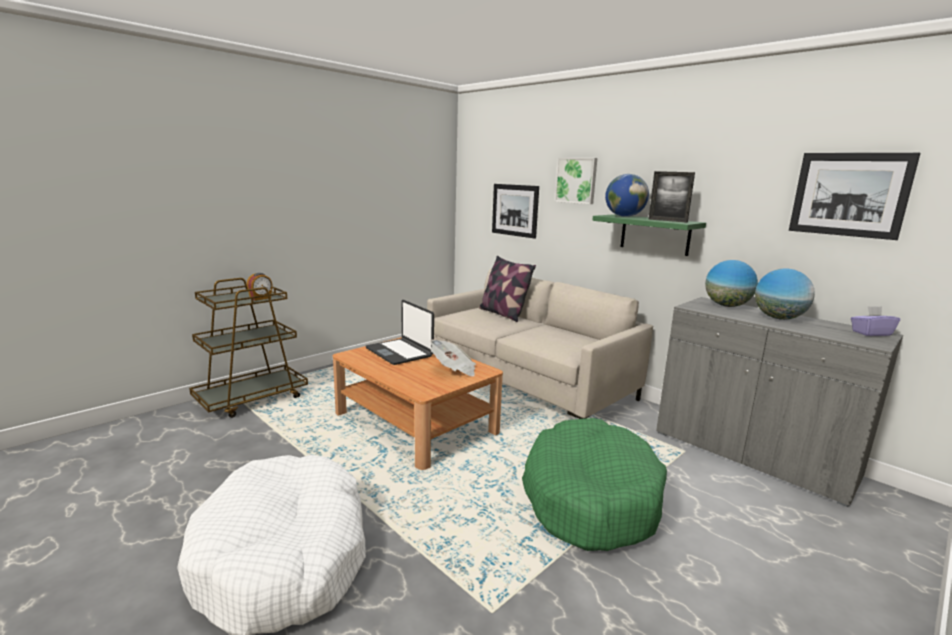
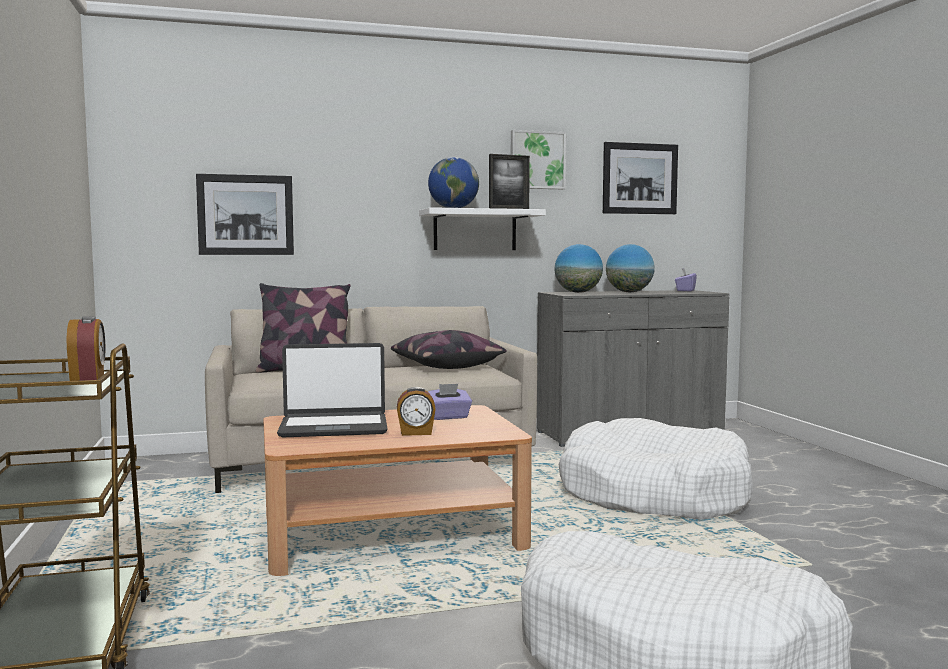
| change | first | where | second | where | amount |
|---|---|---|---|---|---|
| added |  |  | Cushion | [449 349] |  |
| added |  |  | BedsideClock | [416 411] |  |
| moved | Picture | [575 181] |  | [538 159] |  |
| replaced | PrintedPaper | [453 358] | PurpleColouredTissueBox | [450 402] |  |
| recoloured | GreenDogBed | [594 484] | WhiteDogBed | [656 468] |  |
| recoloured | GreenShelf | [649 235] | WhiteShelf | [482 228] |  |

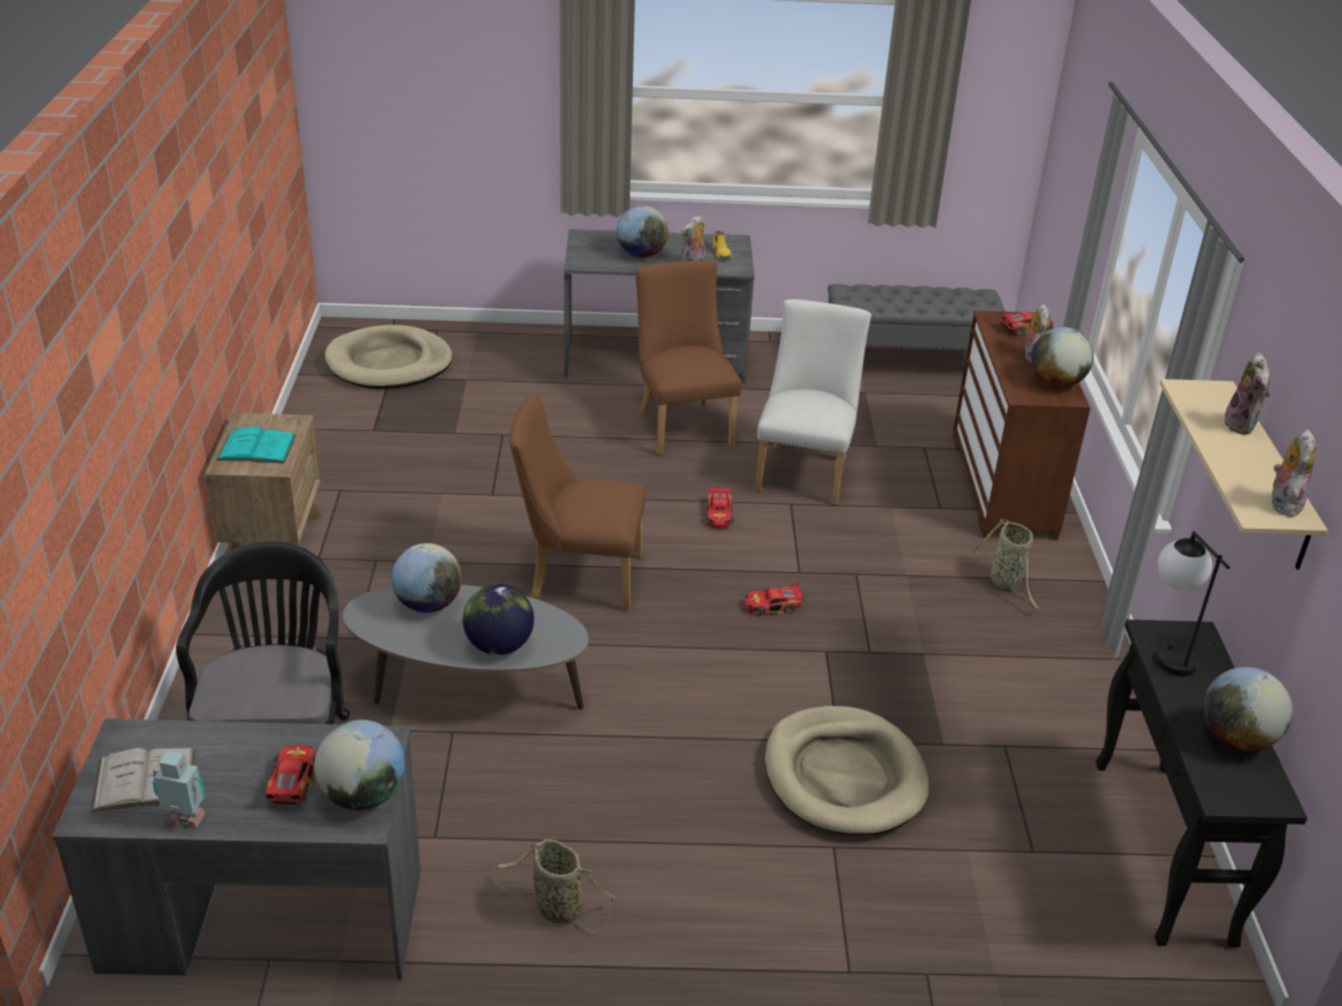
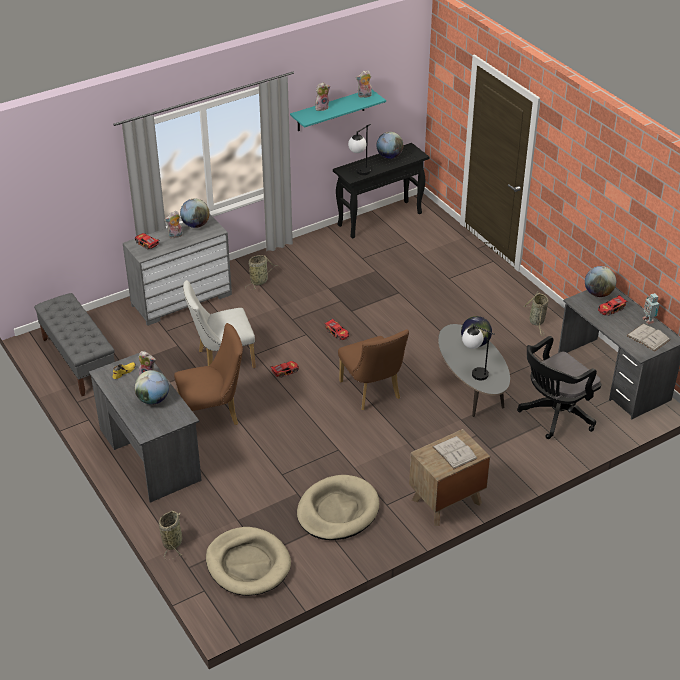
| change | first | where | second | where | amount |
|---|---|---|---|---|---|
| added |  |  | Basket | [170 534] |  |
| moved | SandColouredDogBed | [847 770] |  | [338 507] |  |
| replaced | DeskGlobe | [426 578] | TableLamp | [478 352] |  |
| recoloured | TurquoiseBoundBook | [256 445] | WhiteBoundBook | [455 452] |  |
| recoloured | BrownDrawerChest | [1021 425] | GrayDrawerChest | [177 270] |  |
| recoloured | SandColouredShelf | [1243 474] | TurquoiseShelf | [338 110] |  |
| turned | BrownChair | [689 357] |  | [208 374] | 150 degrees counterclockwise |

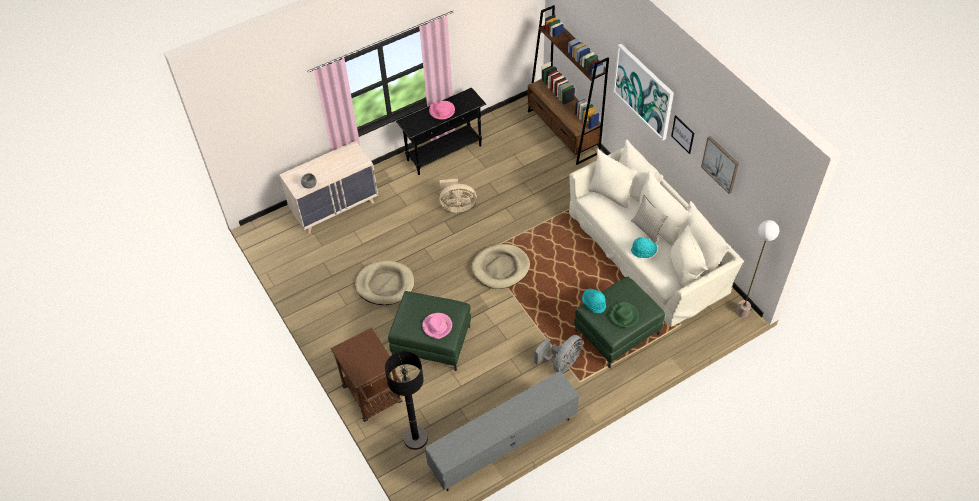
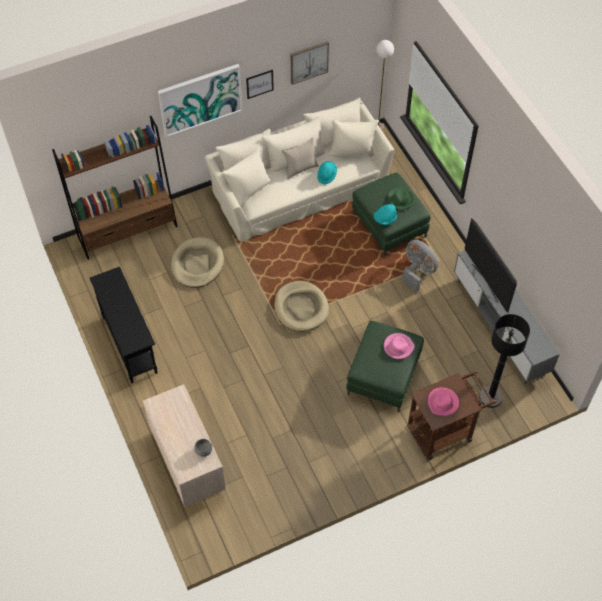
| change | first | where | second | where | amount |
|---|---|---|---|---|---|
| removed | SandColouredElectricFan | [458 195] |  |  |  |
| added |  |  | Television | [491 265] |  |
| moved | SandColouredDogBed | [384 283] |  | [197 262] |  |
| moved | PinkishHat | [442 110] |  | [443 402] |  |

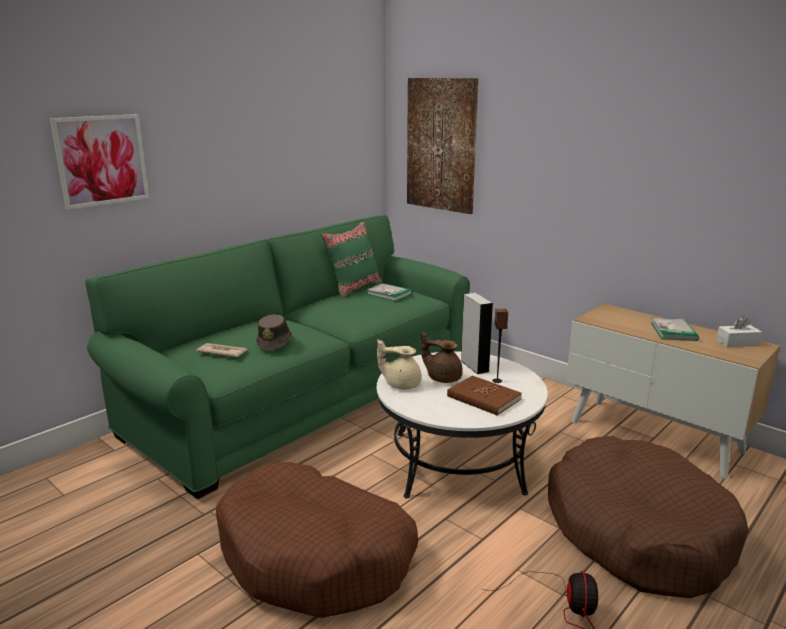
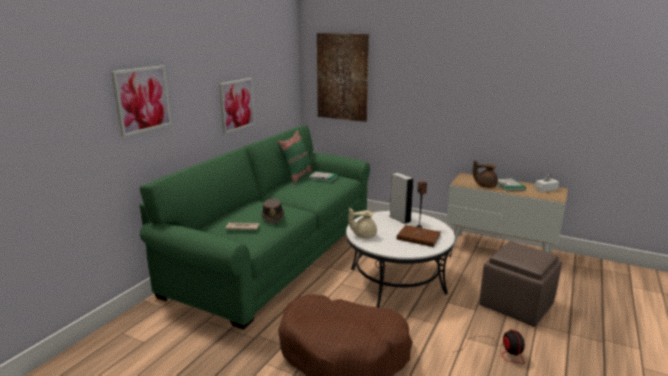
| change | first | where | second | where | amount |
|---|---|---|---|---|---|
| added |  |  | Picture | [237 106] |  |
| moved | BrownTeapot | [442 357] |  | [485 174] |  |
| replaced | BrownDogBed | [648 517] | BrownPouffe | [520 284] |  |

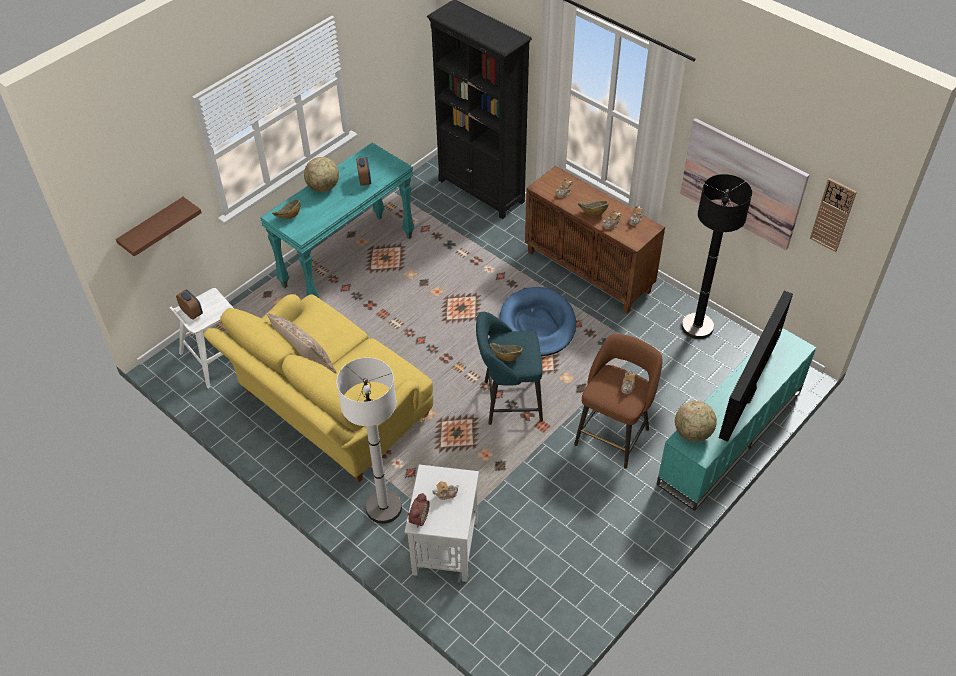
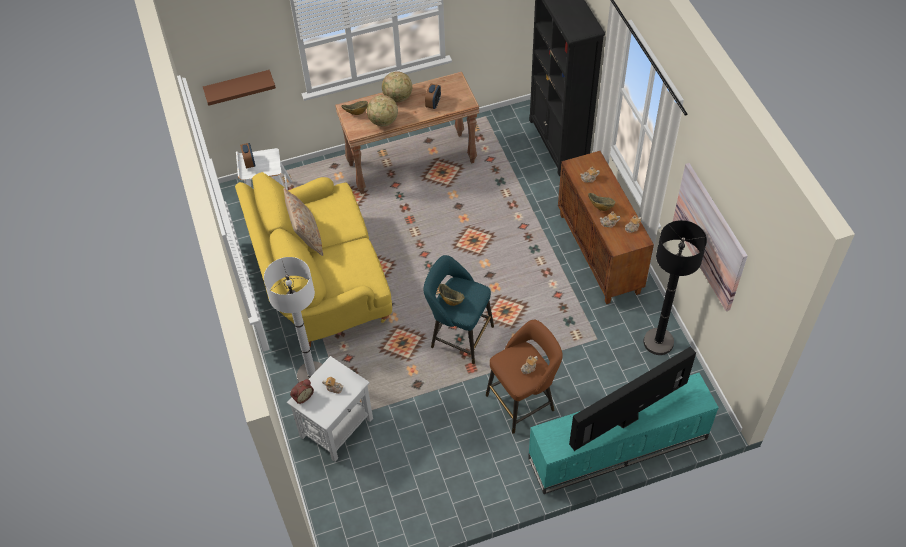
| change | first | where | second | where | amount |
|---|---|---|---|---|---|
| removed | BluishDogBed | [537 321] |  |  |  |
| removed | WallClock | [833 215] |  |  |  |
| moved | DeskGlobe | [696 421] |  | [382 110] |  |
| recoloured | TurquoiseHallTable | [337 220] | BrownHallTable | [407 133] |  |

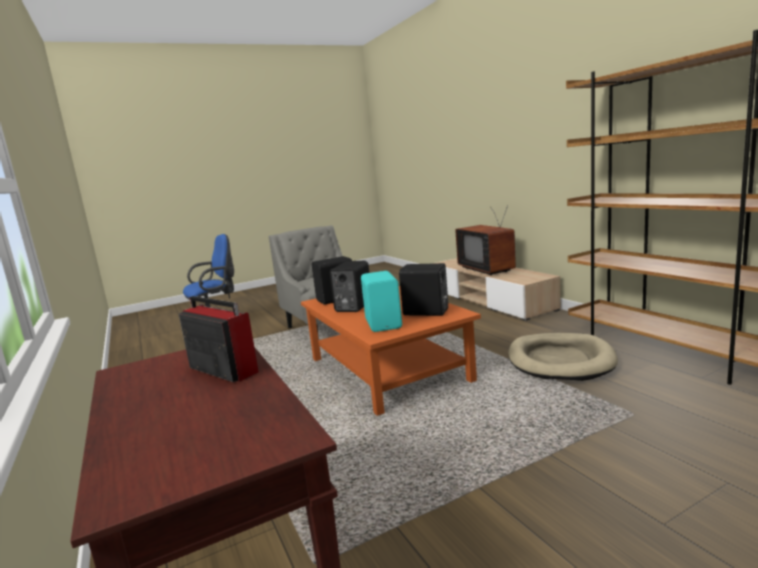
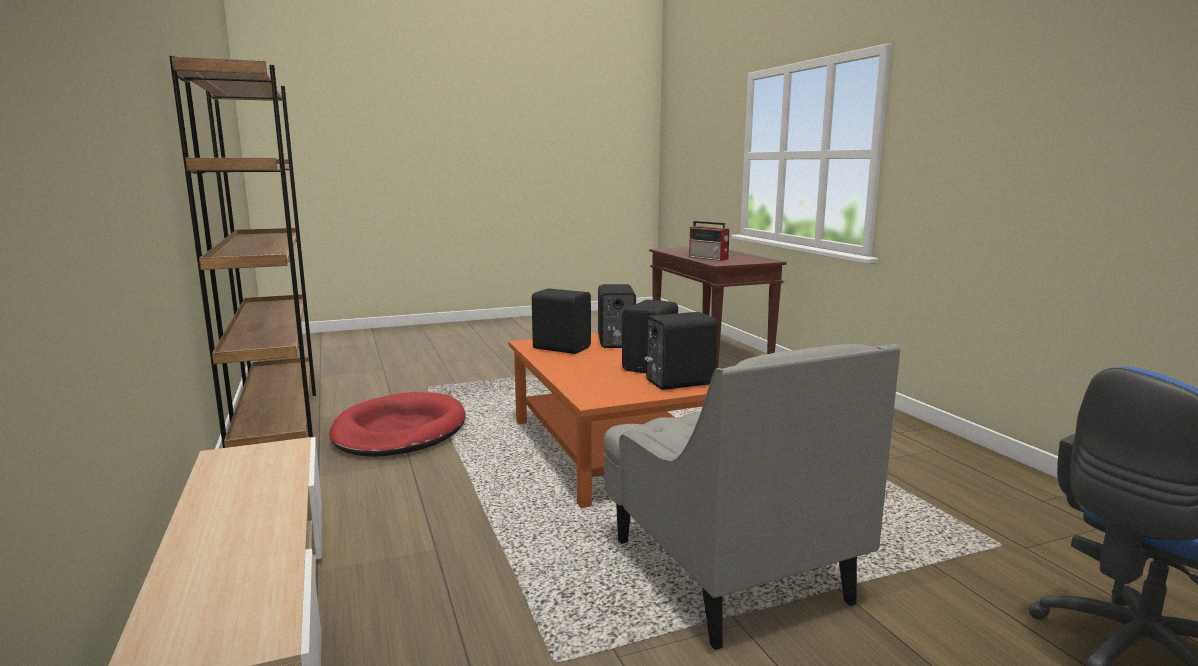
| change | first | where | second | where | amount |
|---|---|---|---|---|---|
| removed | Television | [485 240] |  |  |  |
| recoloured | TurquoiseLoudspeaker | [381 301] | BlackColouredLoudspeaker | [617 316] |  |
| recoloured | SandColouredDogBed | [563 357] | RedDogBed | [397 424] |  |

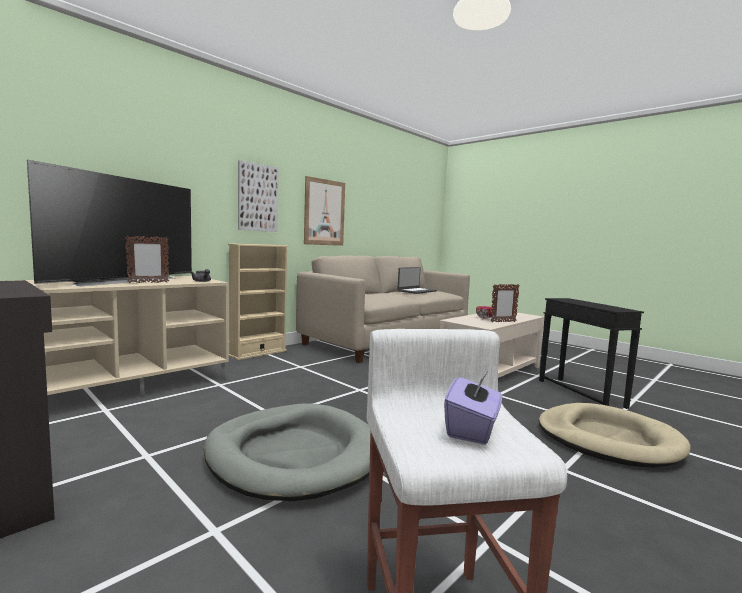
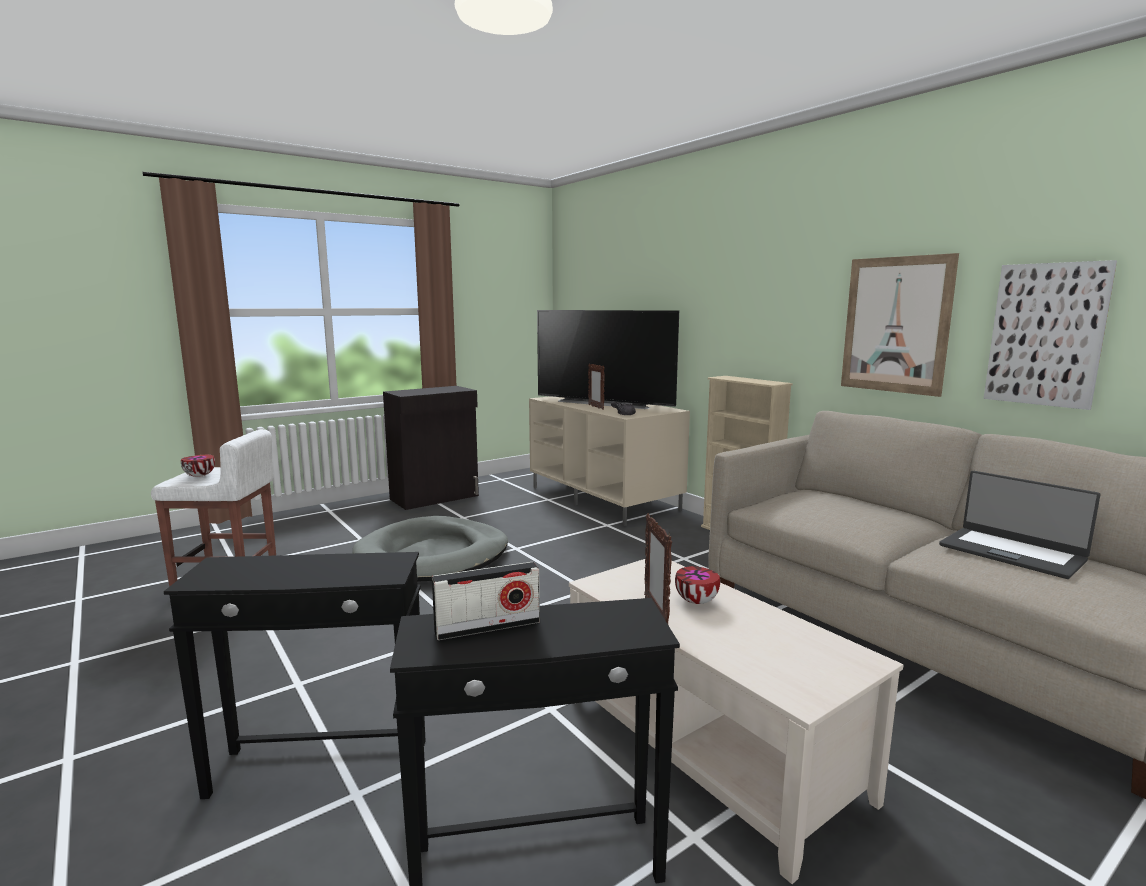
| change | first | where | second | where | amount |
|---|---|---|---|---|---|
| added |  |  | RadioSet | [486 601] |  |
| moved | Picture | [258 196] |  | [1050 335] |  |
| replaced | PurpleColouredTissueBox | [473 408] | ServingBowl | [198 466] |  |
| replaced | SandColouredDogBed | [614 435] | BlackColouredSideTable | [294 675] |  |

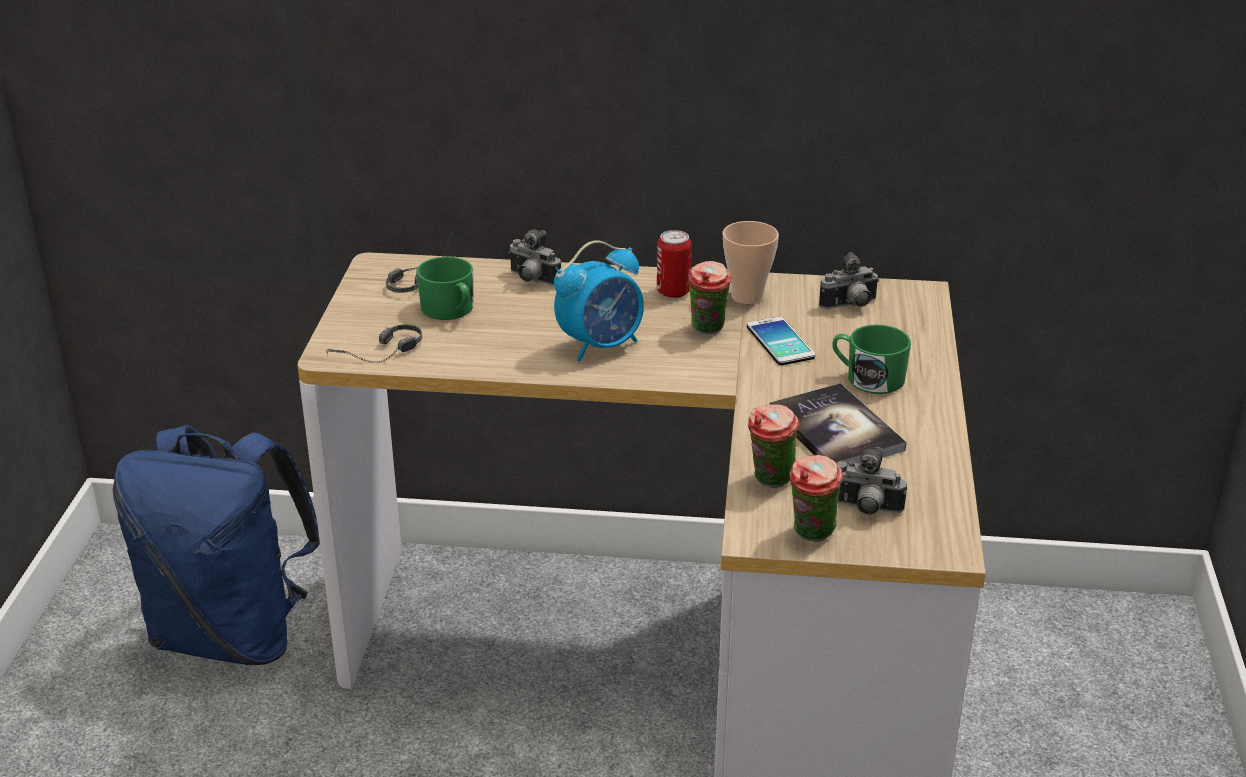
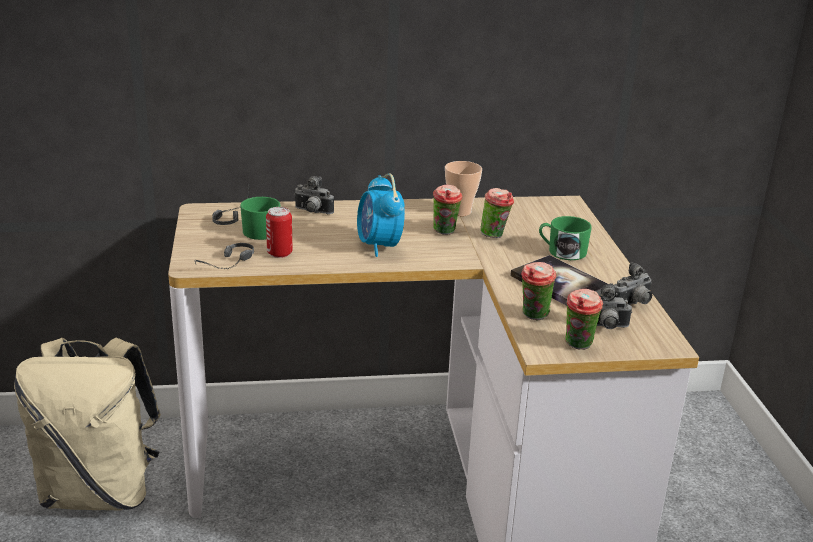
| change | first | where | second | where | amount |
|---|---|---|---|---|---|
| moved | Can | [674 264] |  | [279 232] |  |
| moved | PhotoCamera | [849 280] |  | [633 283] |  |
| replaced | Telephone | [781 341] | Cup | [497 213] |  |
| recoloured | BluishBackpack | [216 545] | SandColouredBackpack | [87 424] |  |
| turned | BedsideClock | [599 301] |  | [381 215] | 120 degrees clockwise |

